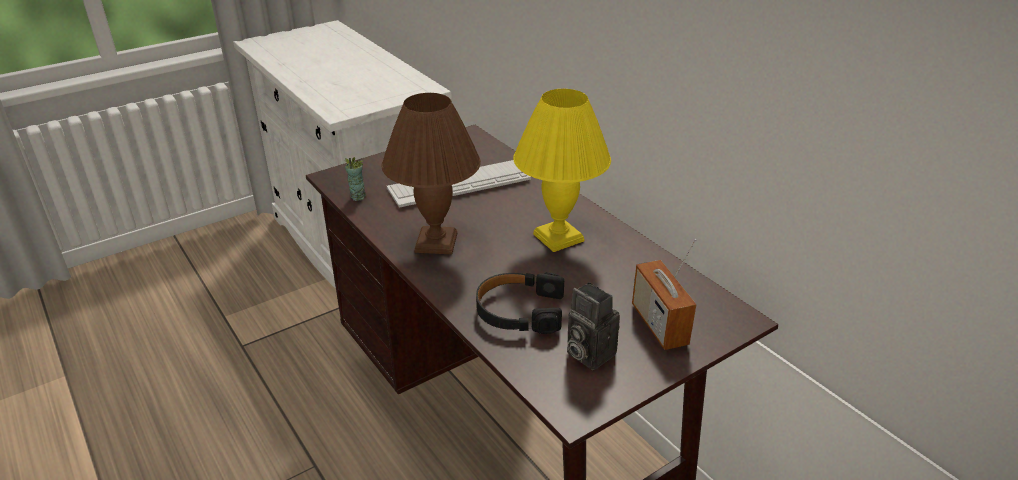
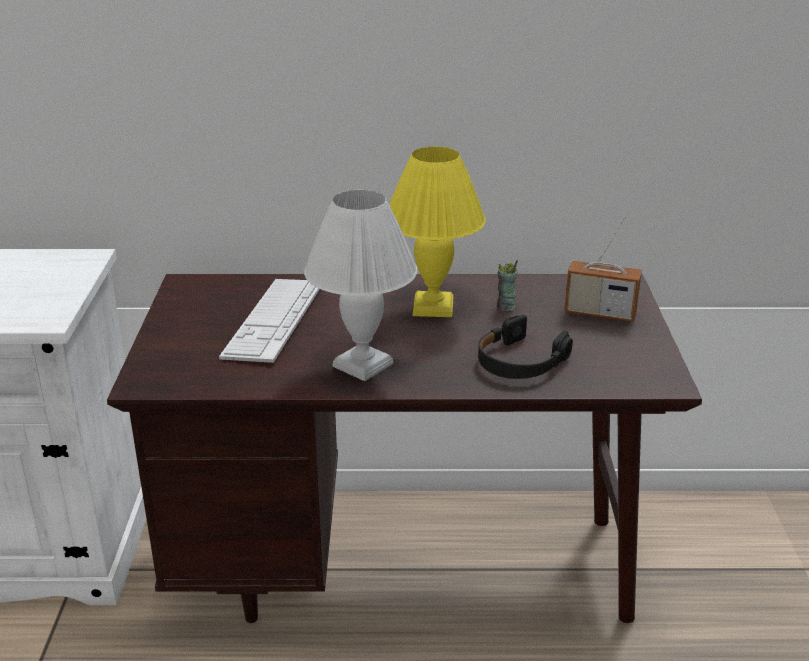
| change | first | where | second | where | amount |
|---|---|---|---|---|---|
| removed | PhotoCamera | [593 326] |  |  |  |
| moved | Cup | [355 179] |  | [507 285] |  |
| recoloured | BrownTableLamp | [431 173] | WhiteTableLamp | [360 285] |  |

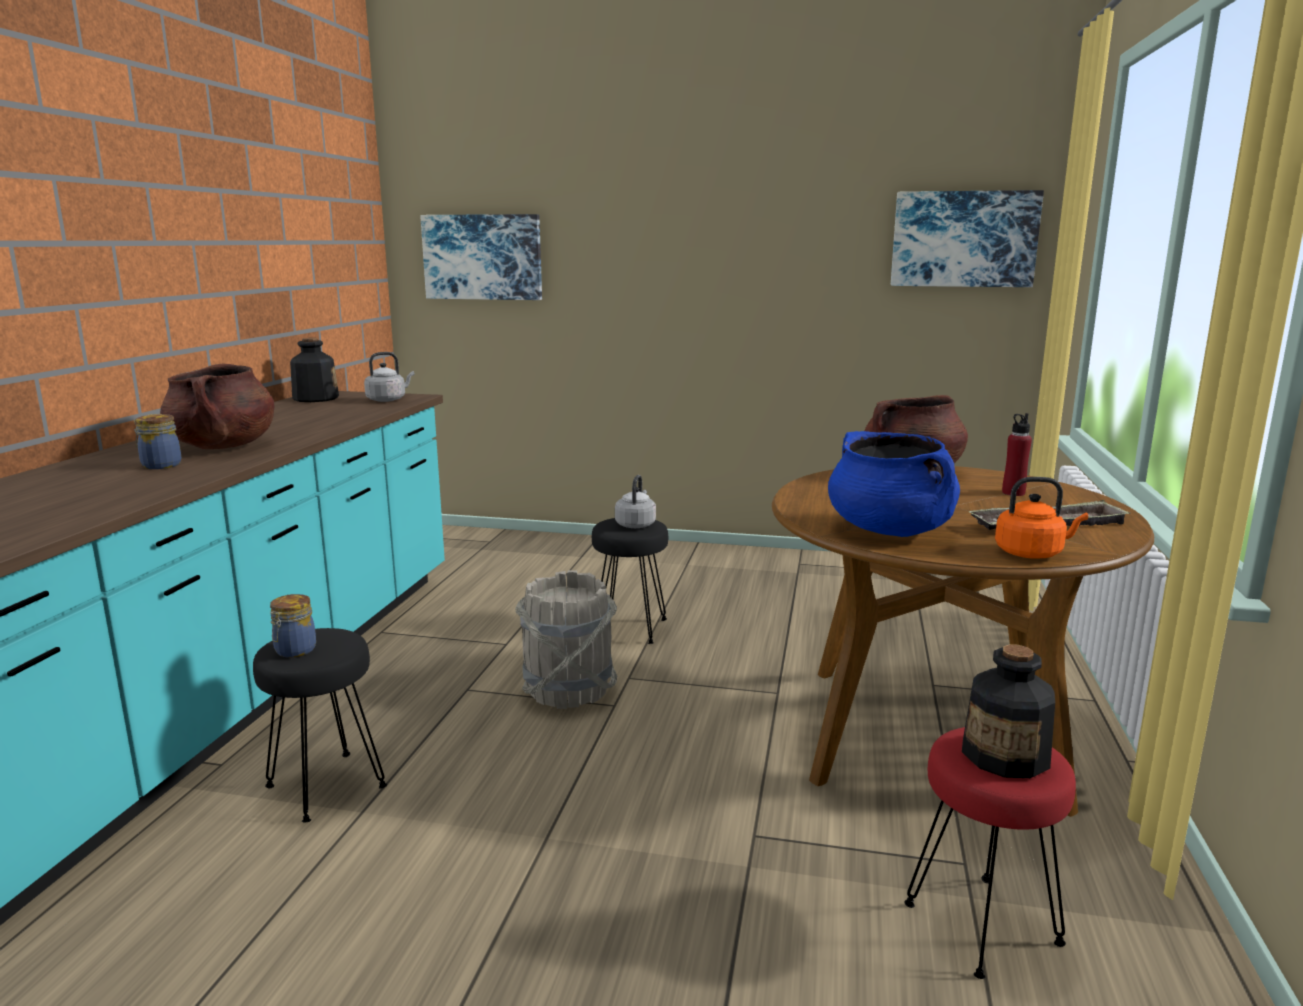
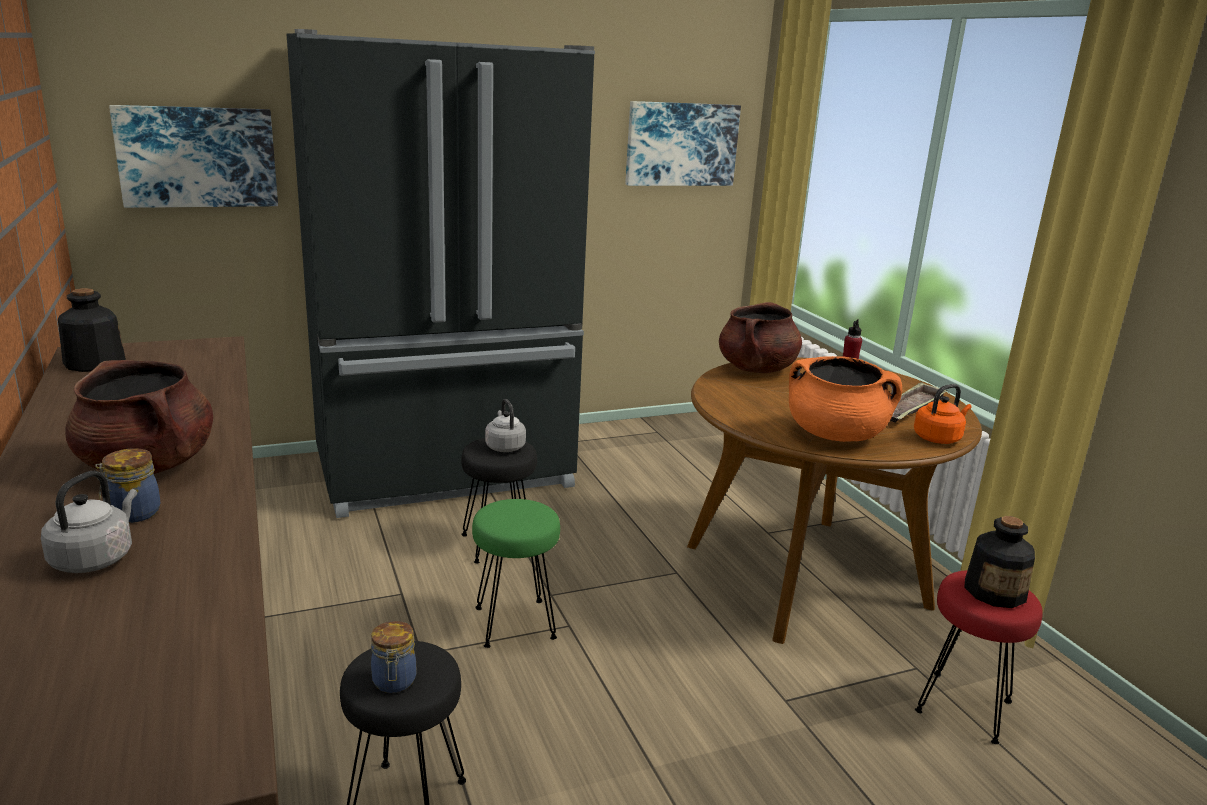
| change | first | where | second | where | amount |
|---|---|---|---|---|---|
| added |  |  | BlackColouredRefrigerator | [441 273] |  |
| moved | GrayWaterKettle | [389 377] |  | [89 522] |  |
| replaced | GrayPail | [566 639] | GreenStoolSeat | [516 573] |  |
| recoloured | BluishCookingPot | [894 484] | OrangeColouredCookingPot | [845 399] |  |

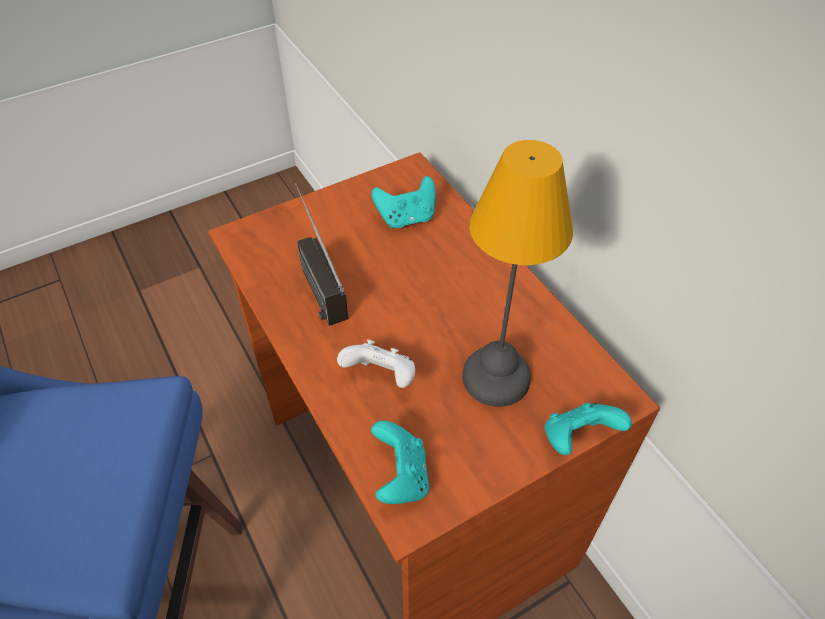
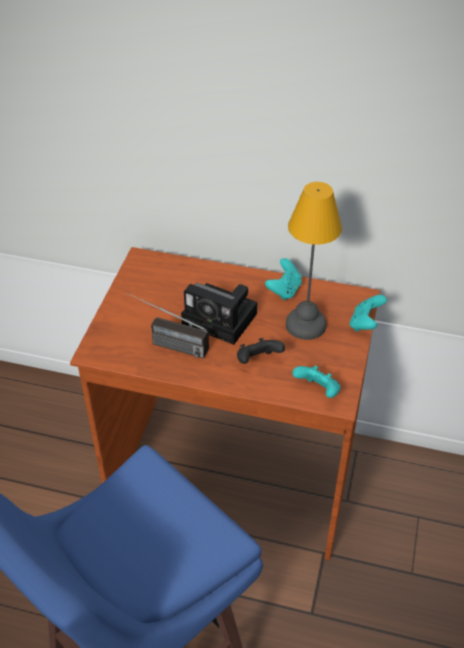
| change | first | where | second | where | amount |
|---|---|---|---|---|---|
| added |  |  | PhotoCamera | [219 314] |  |
| moved | TurquoiseGamepad | [403 202] |  | [283 279] |  |
| recoloured | WhiteGamepad | [376 364] | BlackColouredGamepad | [261 351] |  |

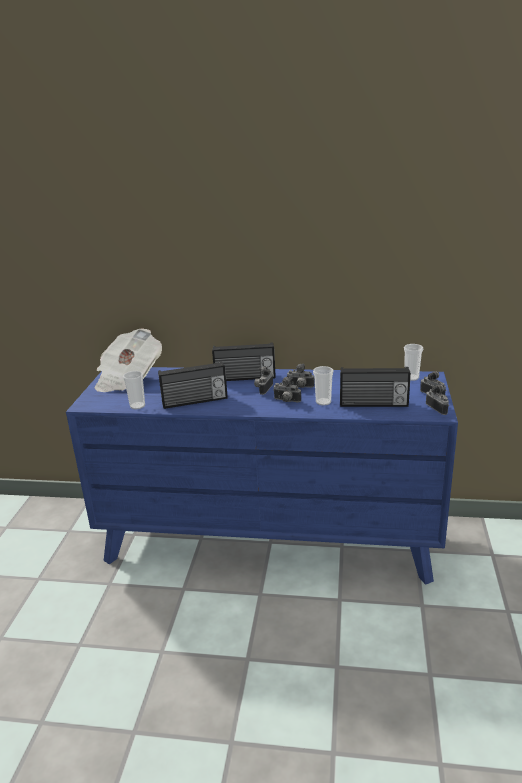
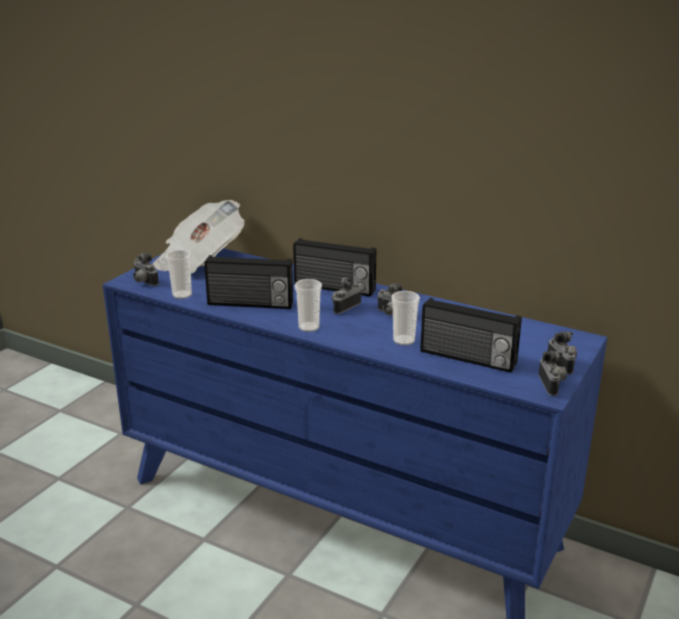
| change | first | where | second | where | amount |
|---|---|---|---|---|---|
| moved | PhotoCamera | [287 389] |  | [146 269] |  |
| moved | Cup | [413 362] |  | [308 305] |  |

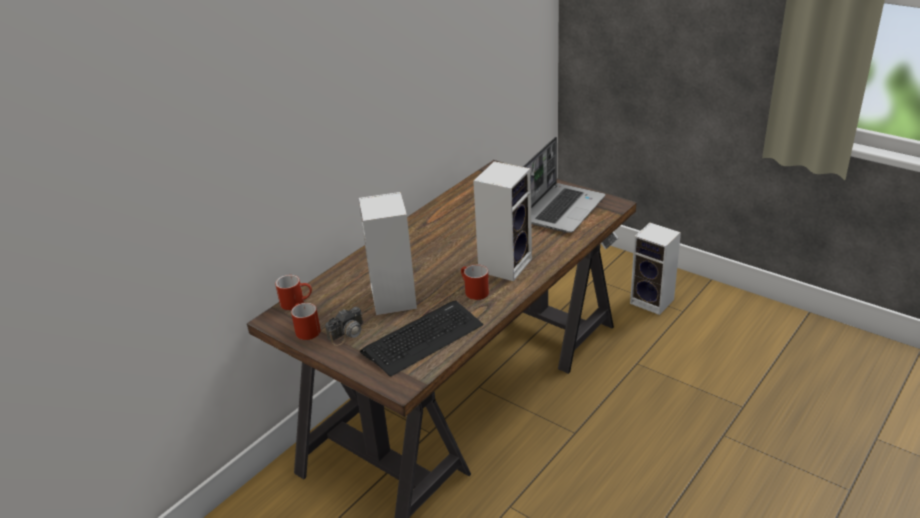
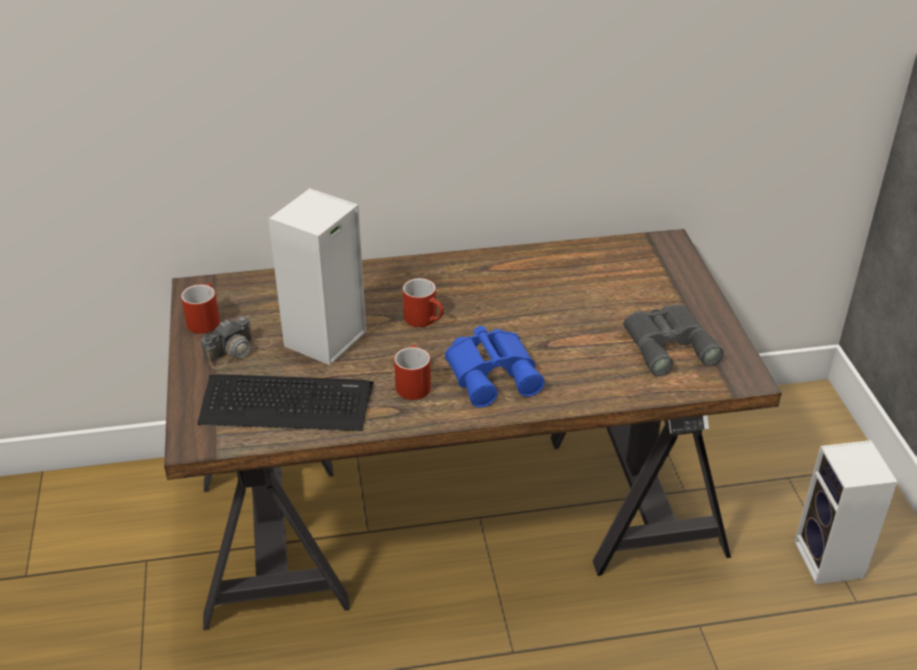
| change | first | where | second | where | amount |
|---|---|---|---|---|---|
| moved | RedMug | [293 292] |  | [423 302] |  |
| replaced | Loudspeaker | [502 221] | BluishFieldGlasses | [495 367] |  |
| replaced | PortableComputer | [564 185] | GrayFieldGlasses | [673 340] |  |
| turned | PhotoCamera | [351 326] |  | [237 343] | 45 degrees counterclockwise |

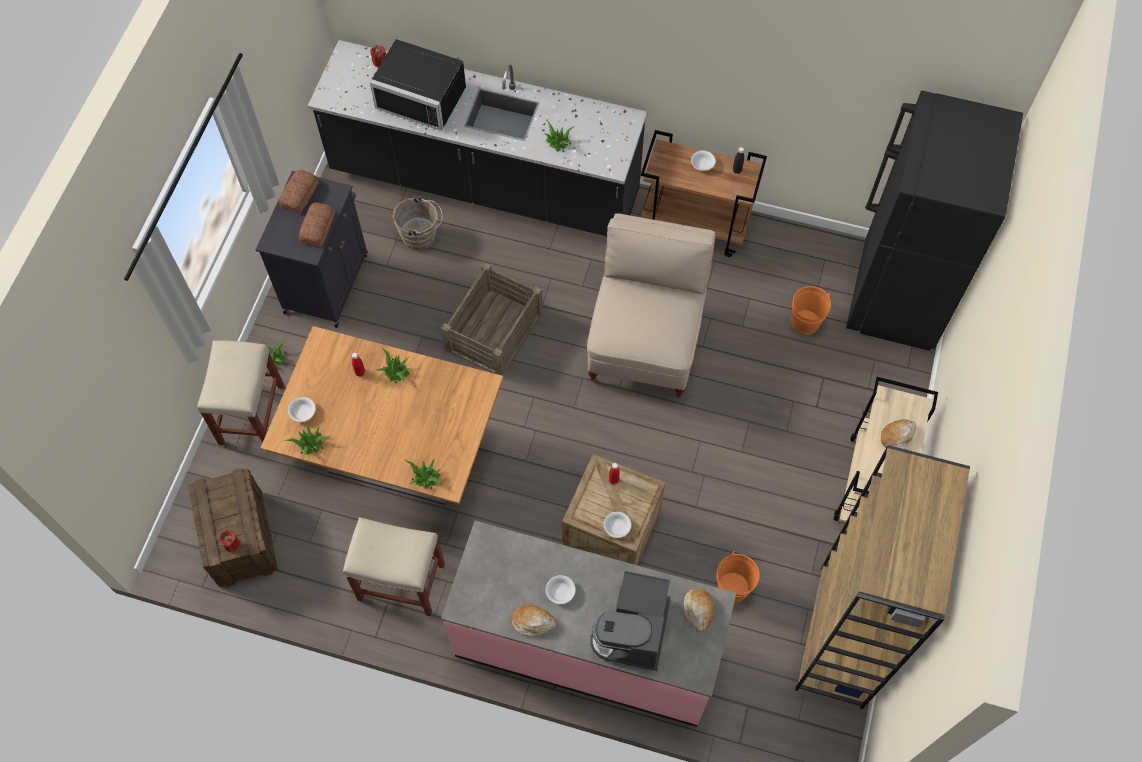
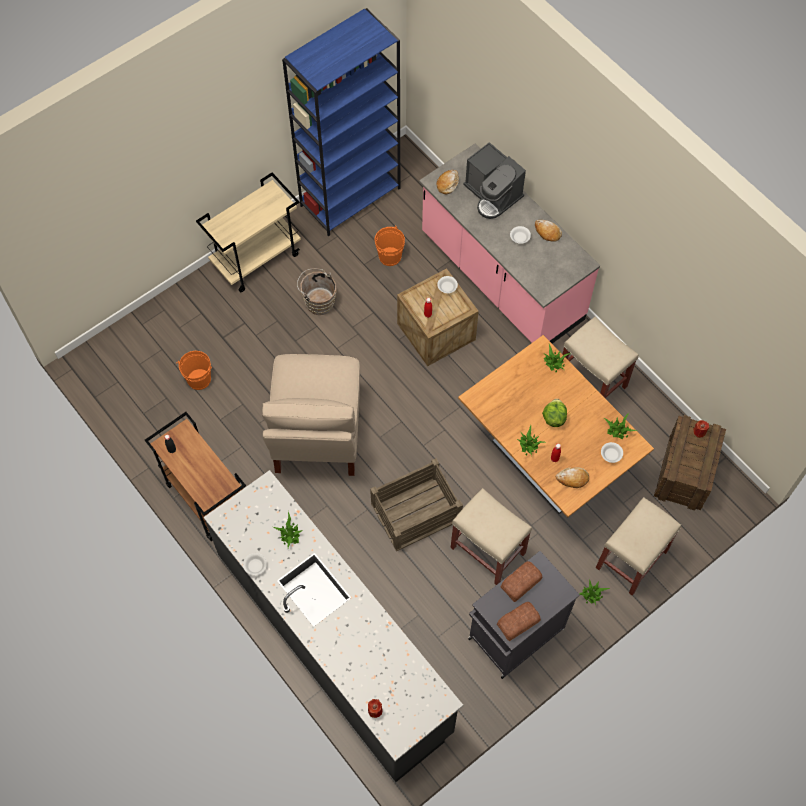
| change | first | where | second | where | amount |
|---|---|---|---|---|---|
| removed | BlackColouredMicrowave | [418 85] |  |  |  |
| removed | BlackColouredRefrigerator | [934 221] |  |  |  |
| added |  |  | SandColouredStoolSeat | [491 536] |  |
| added |  |  | LettuceHead | [554 413] |  |
| moved | BrownPail | [418 223] |  | [316 291] |  |
| moved | WhiteServingBowl | [703 161] |  | [255 564] |  |
| moved | BakedBread | [898 433] |  | [572 477] |  |
| recoloured | BrownBookshelf | [882 577] | BluishBookshelf | [341 122] |  |
| turned | SandColouredChair | [651 306] |  | [311 415] | 45 degrees counterclockwise |
| turned | CoffeeMachine | [631 621] |  | [494 180] | 90 degrees clockwise |

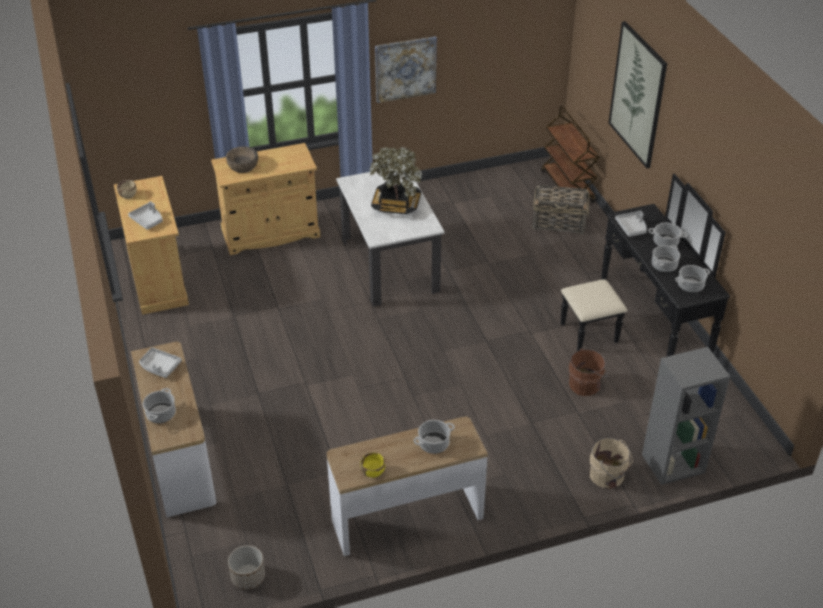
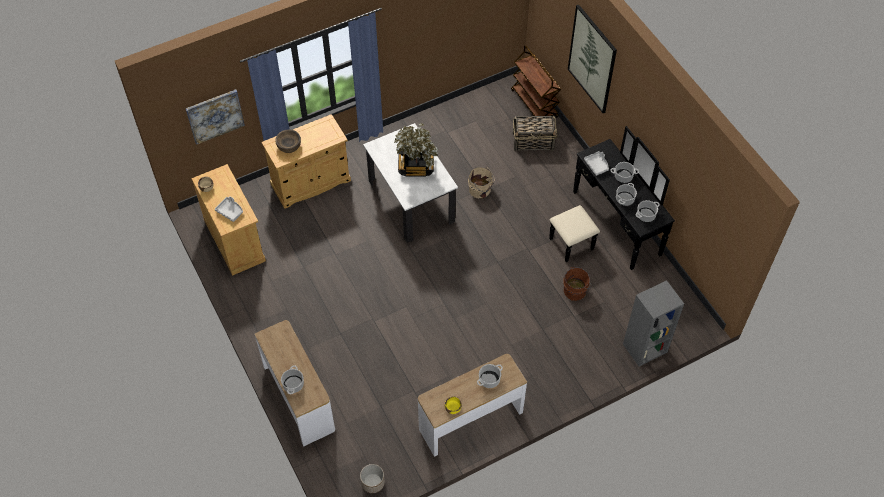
| change | first | where | second | where | amount |
|---|---|---|---|---|---|
| removed | GrayServingTray | [160 362] |  |  |  |
| moved | Picture | [406 69] |  | [215 117] |  |
| moved | SandColouredPail | [611 463] |  | [481 183] |  |

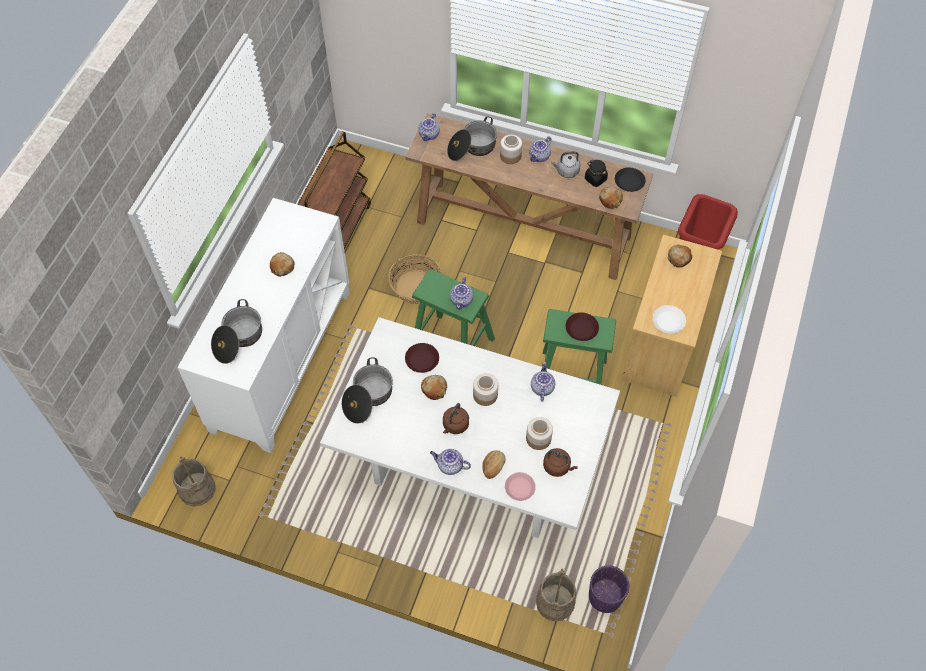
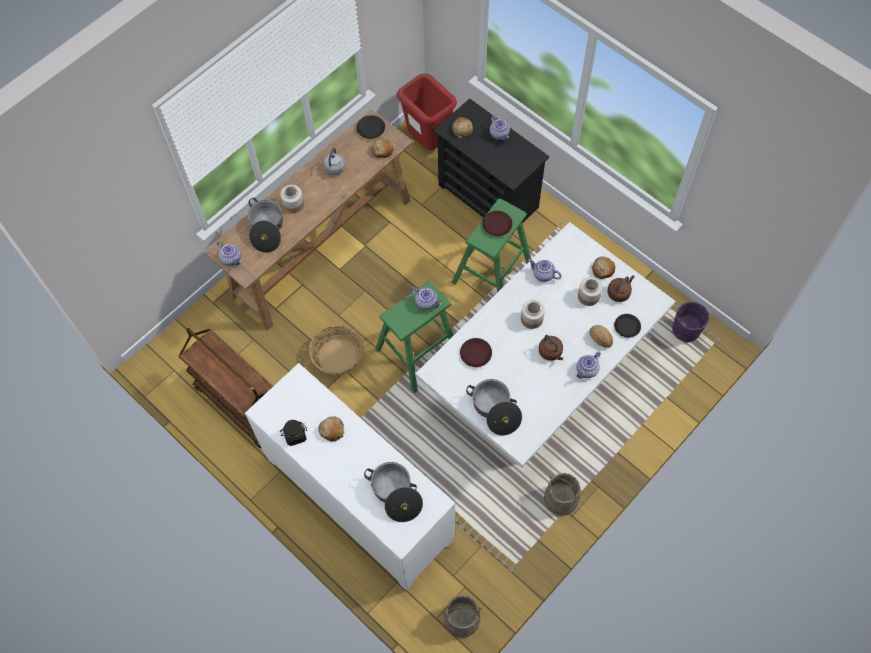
| change | first | where | second | where | amount |
|---|---|---|---|---|---|
| removed | WhitePlate | [669 319] |  |  |  |
| moved | BakedBread | [434 387] |  | [603 268] |  |
| moved | Teapot | [540 149] |  | [500 128] |  |
| moved | SandColouredPail | [556 595] |  | [562 494] |  |
| moved | BlackColouredJar | [596 173] |  | [293 433] |  |
| recoloured | PinkishPlate | [520 486] | BlackColouredPlate | [627 326] |  |
| recoloured | SandColouredDrawerChest | [672 315] | BlackColouredDrawerChest | [491 160] |  |

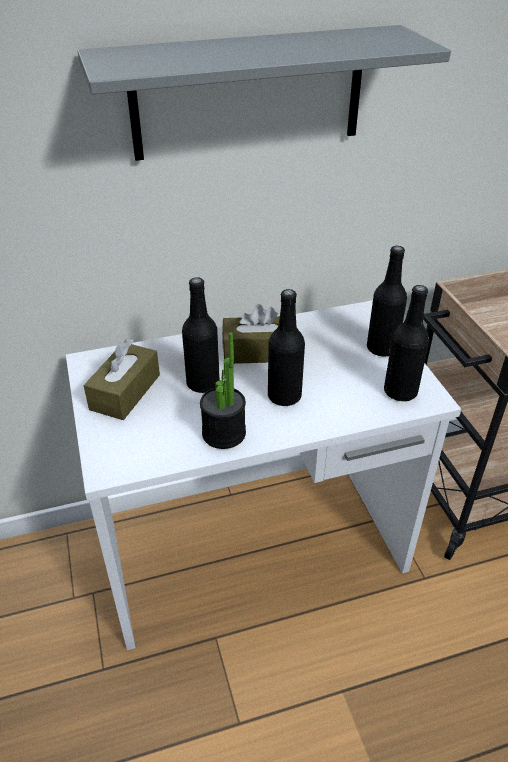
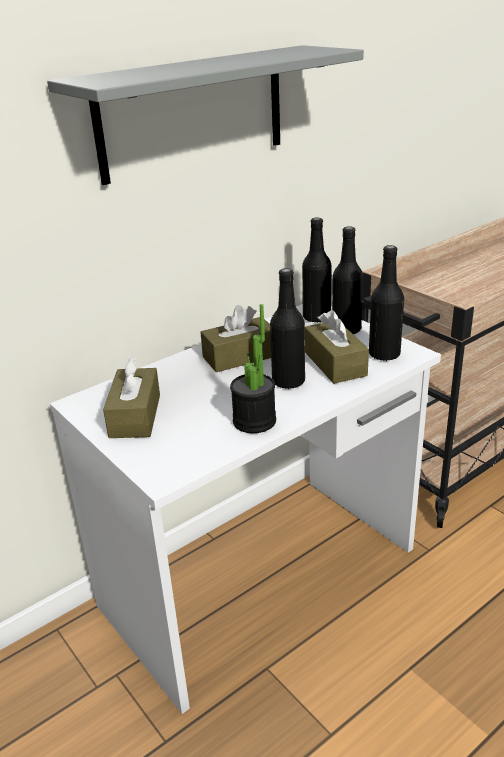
| change | first | where | second | where | amount |
|---|---|---|---|---|---|
| added |  |  | BrownTissueBox | [337 347] |  |
| moved | BlackColouredBeverageBottle | [201 335] |  | [317 270] |  |

